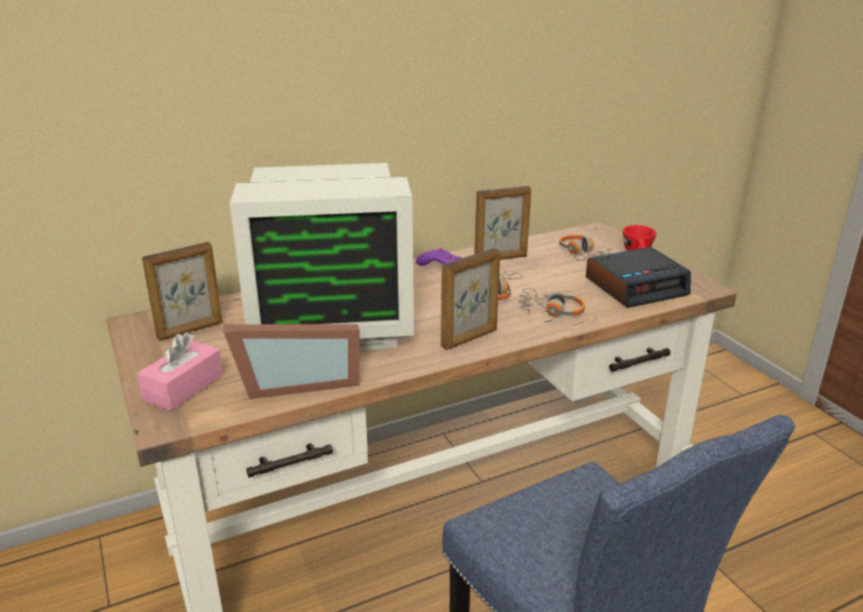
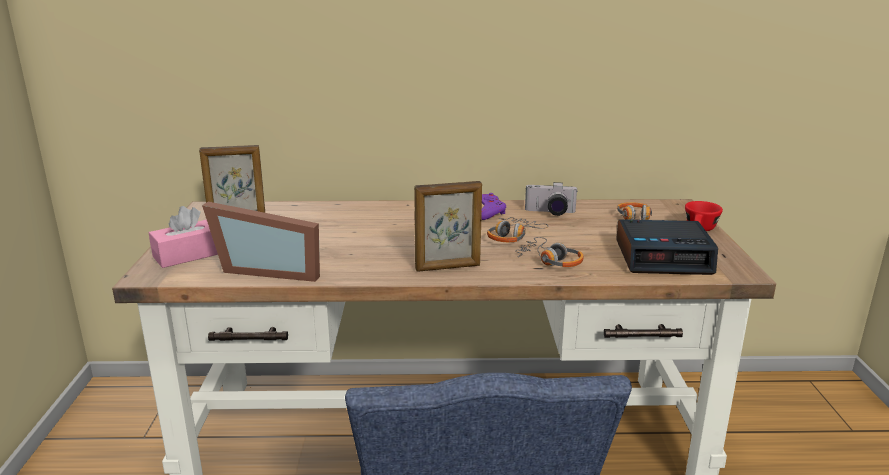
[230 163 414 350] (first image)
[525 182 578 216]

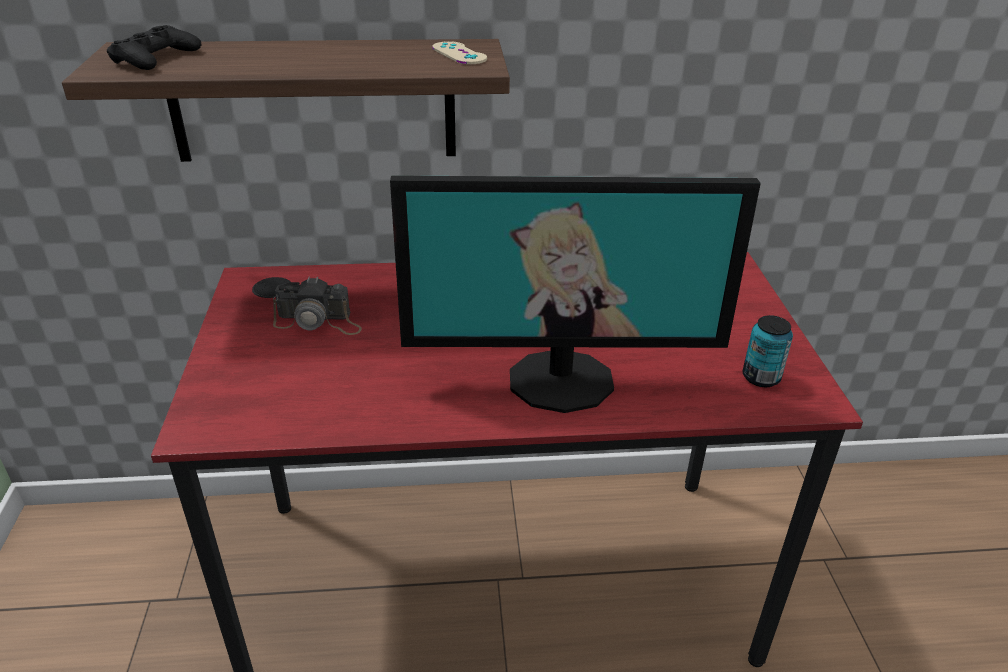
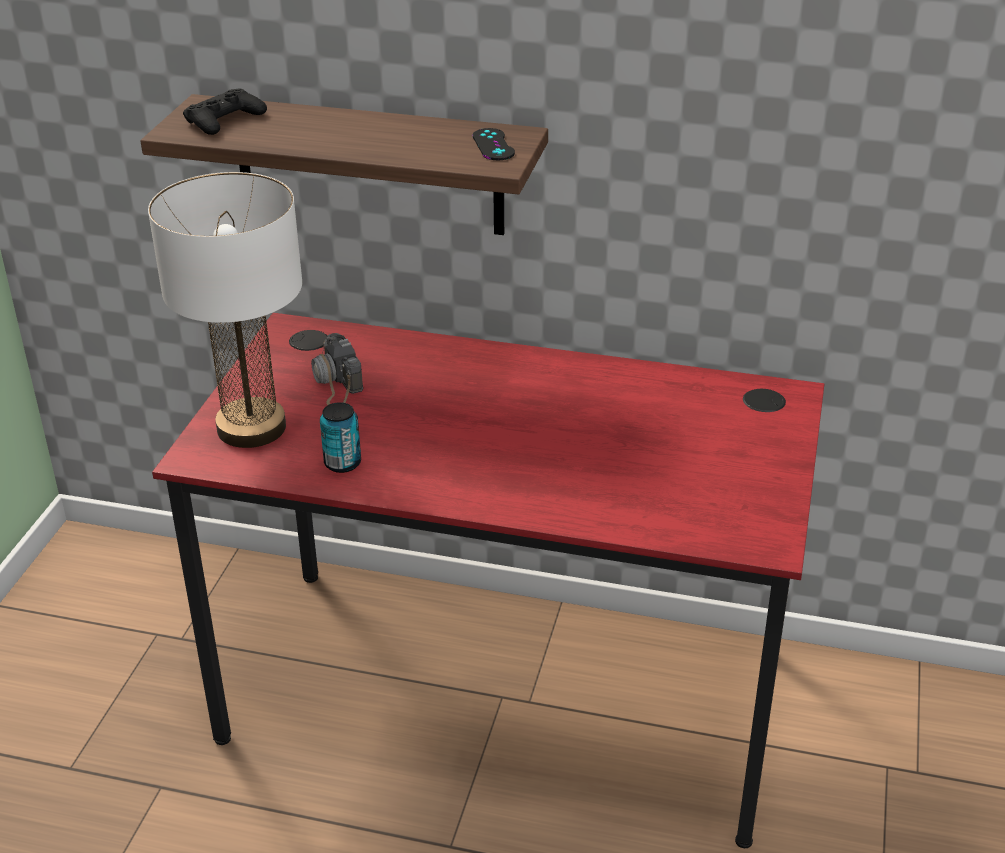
[311 333 363 405]
[390 175 761 413] (first image)
[473 128 515 160]
[320 402 361 473]
[148 172 302 448]

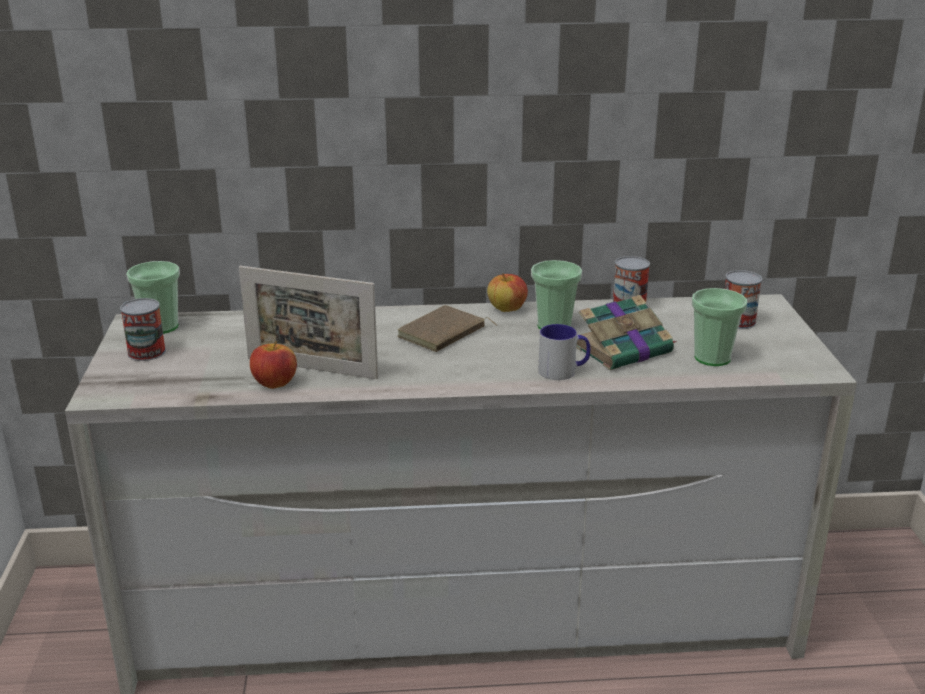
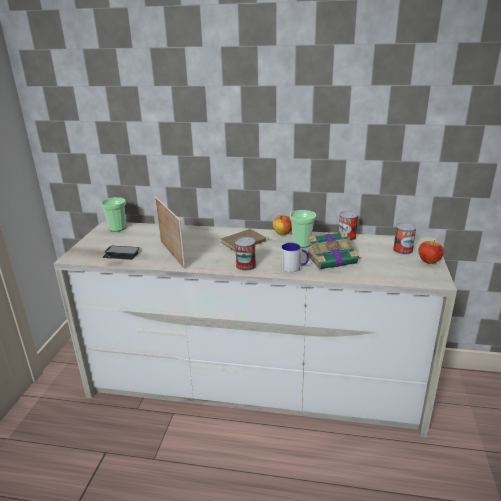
[235 237 256 271]
[155 197 185 269]
[418 240 444 264]
[692 288 747 366] (first image)
[103 246 140 260]

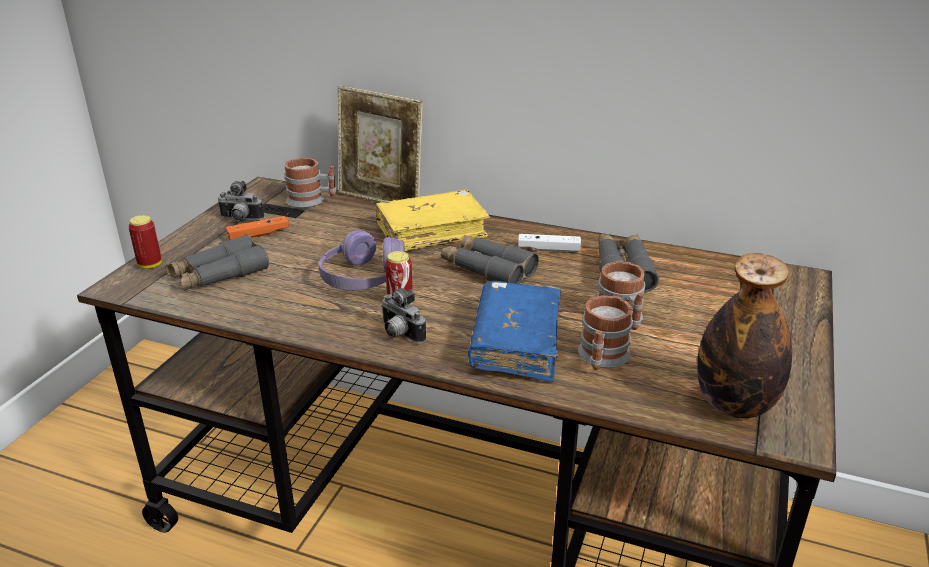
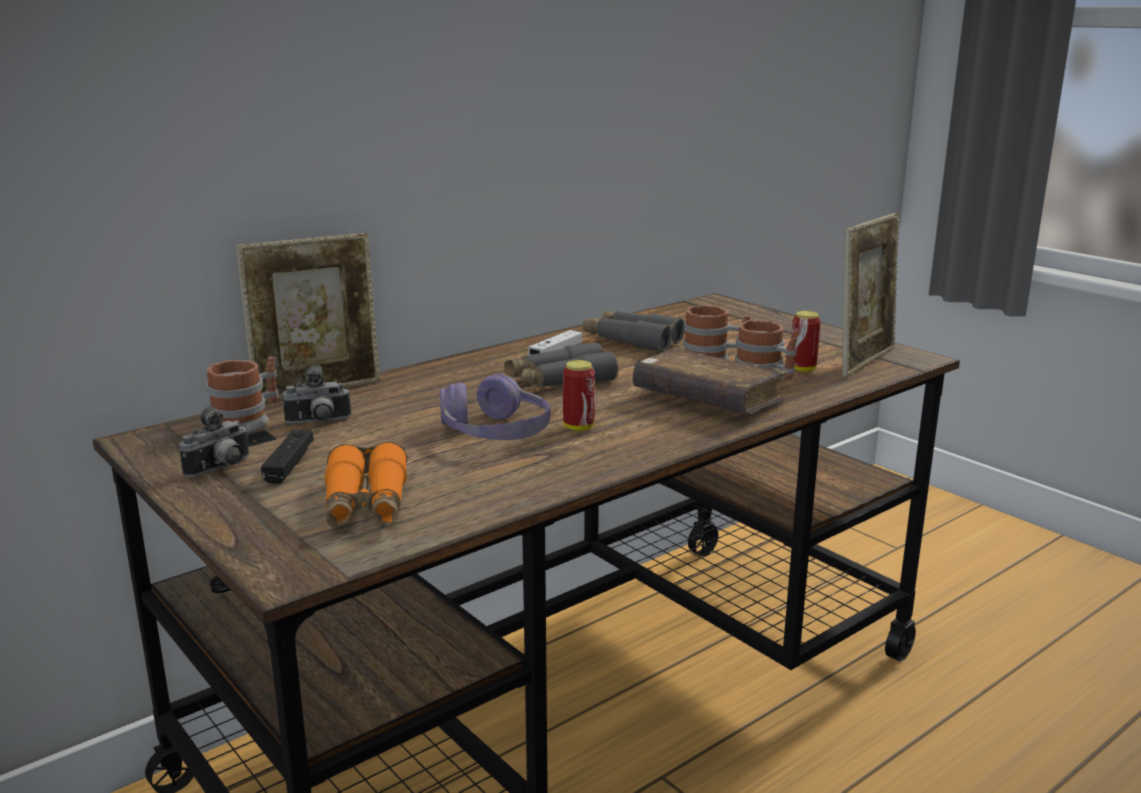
[791 311 821 372]
[325 442 407 527]
[261 430 314 484]
[376 190 490 251] (first image)
[282 365 351 424]
[633 348 788 414]
[842 213 900 377]

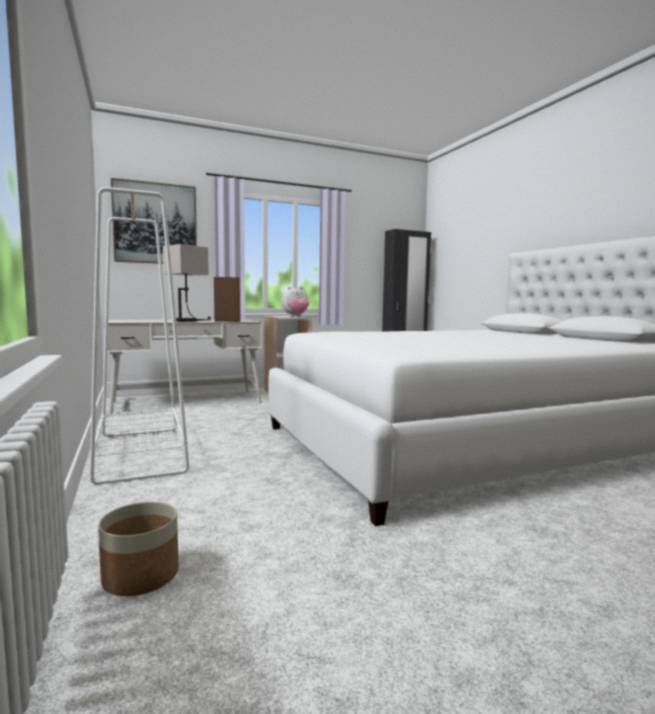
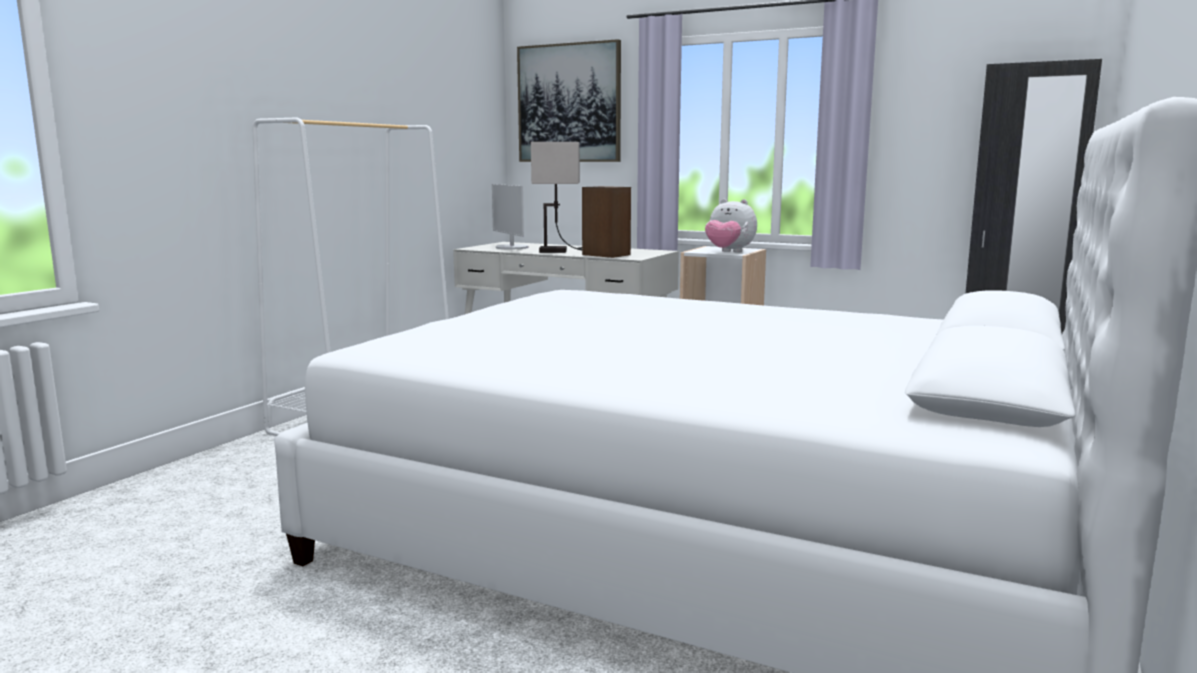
[98 502 179 596] (first image)
[492 184 528 249]

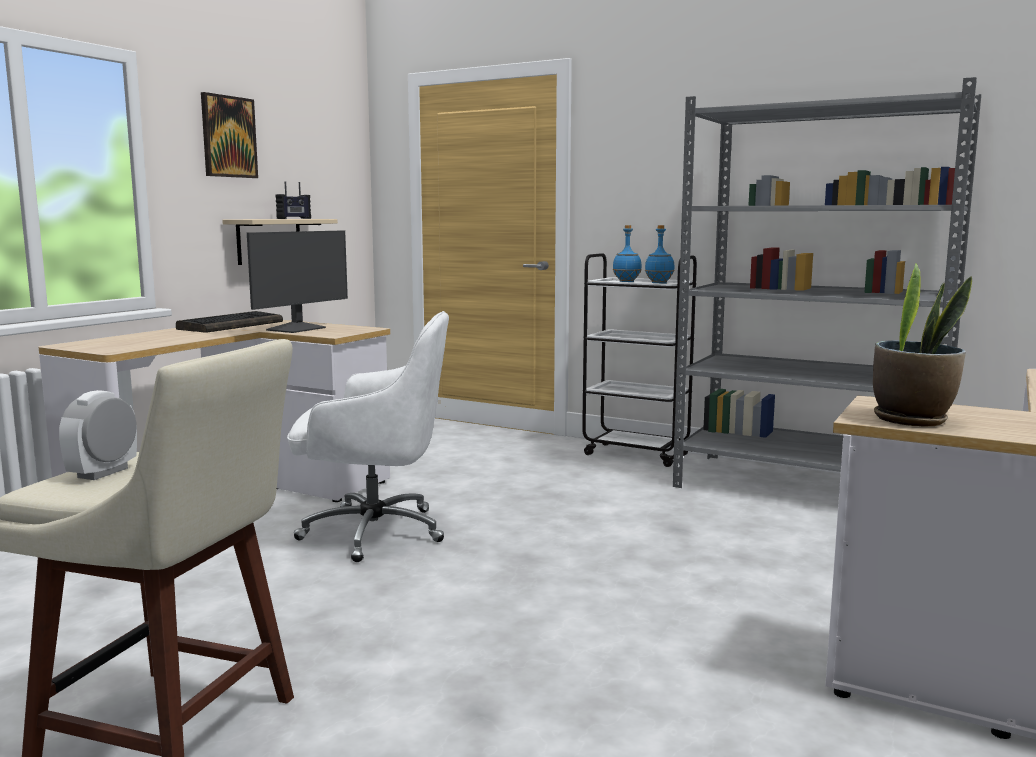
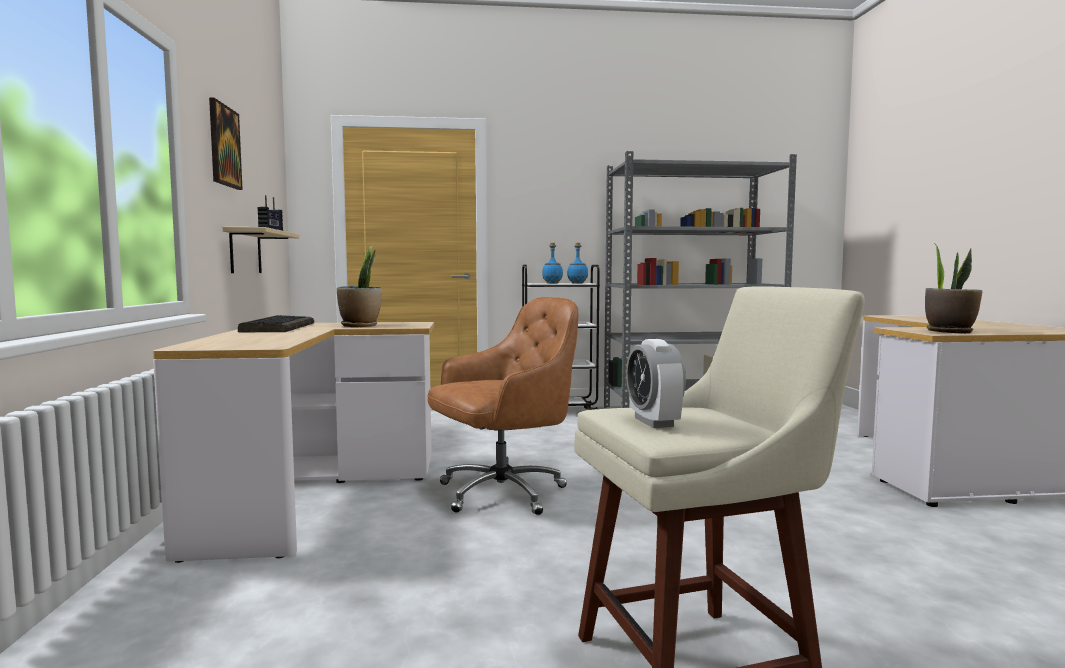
[337 246 382 327]
[427 297 578 515]

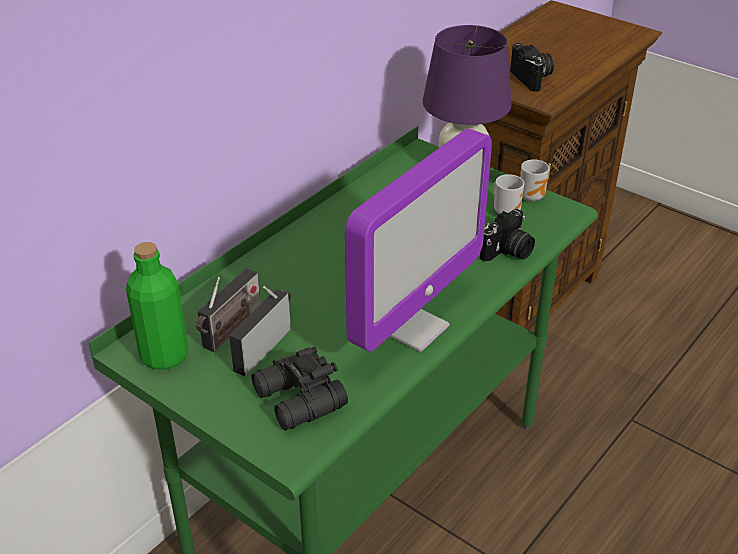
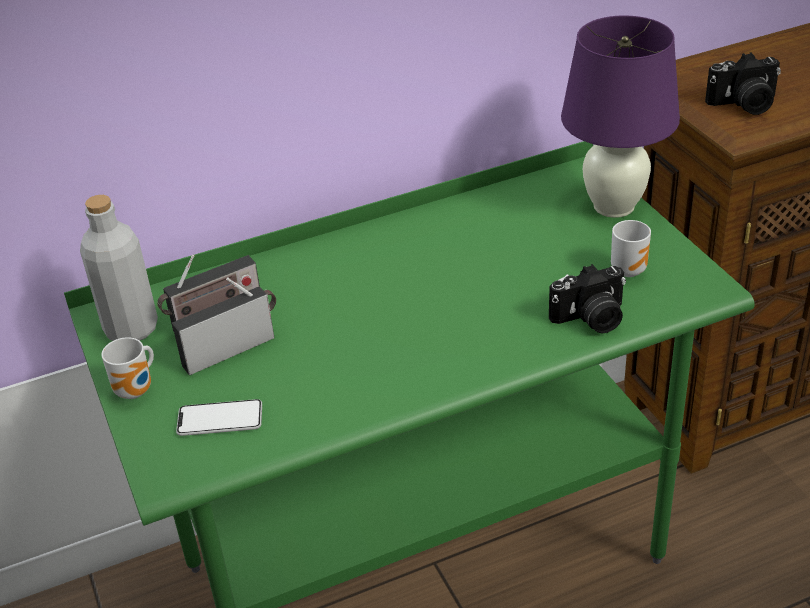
[80 195 158 341]
[176 399 262 436]
[345 128 492 352] (first image)
[705 53 781 115]
[101 337 154 399]

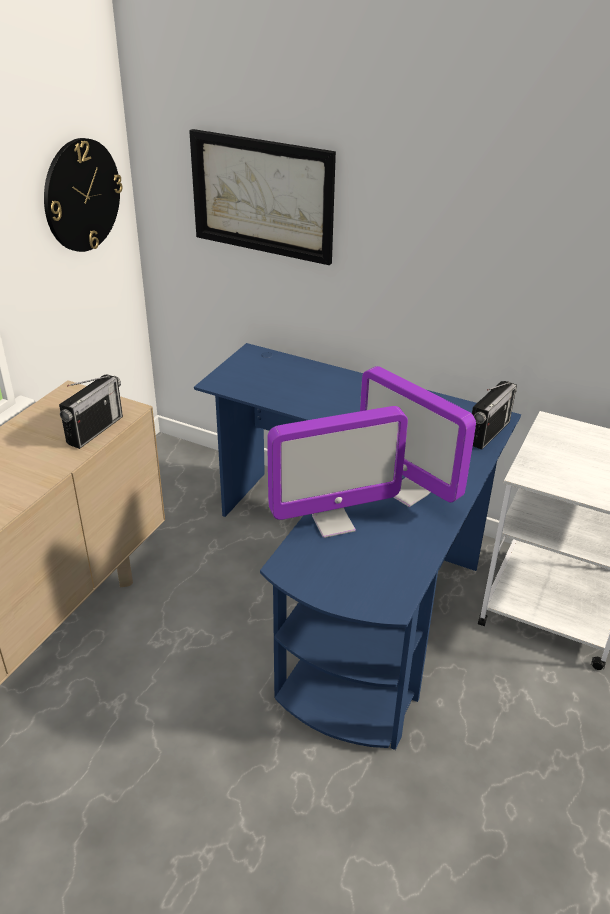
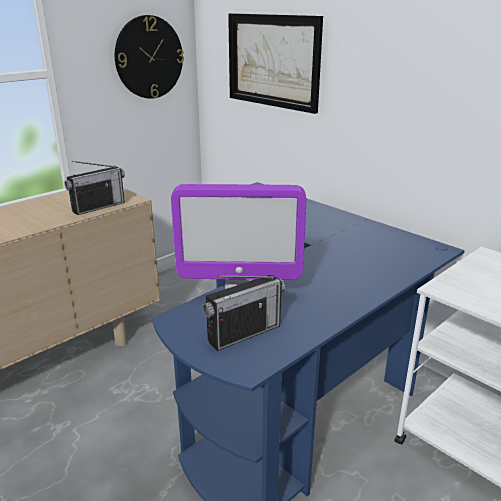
[360 366 476 507] (first image)
[203 275 285 351]

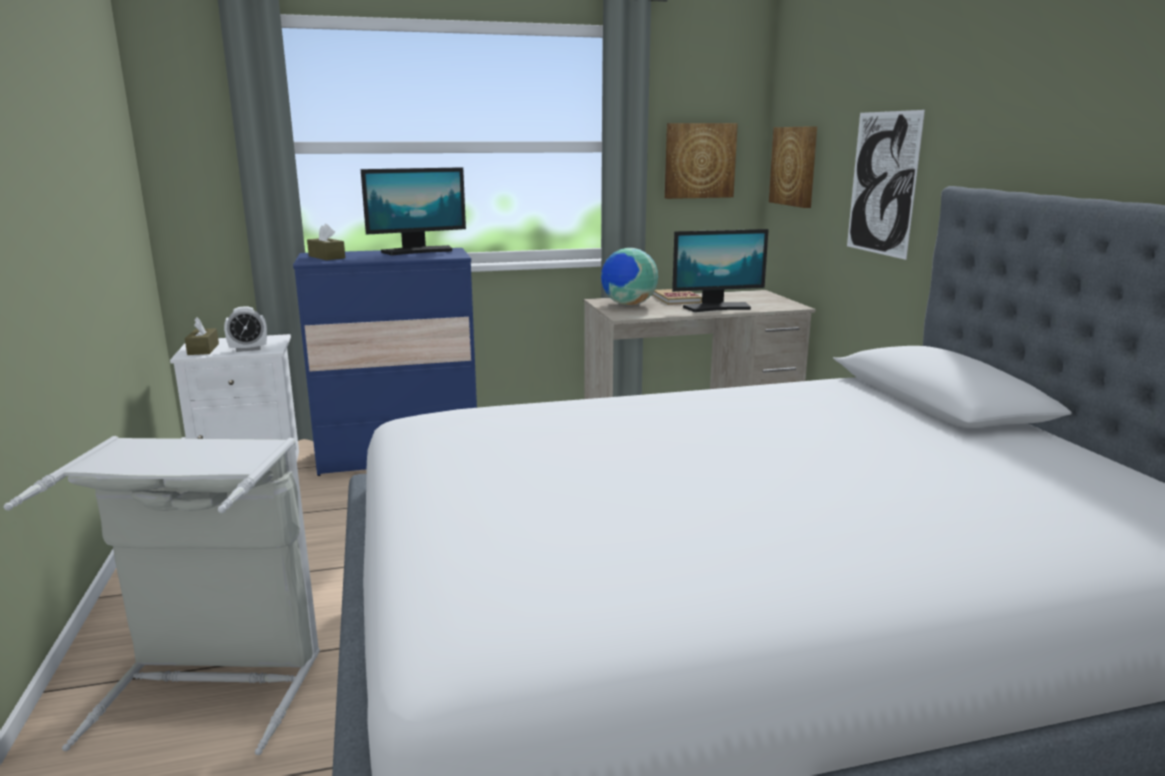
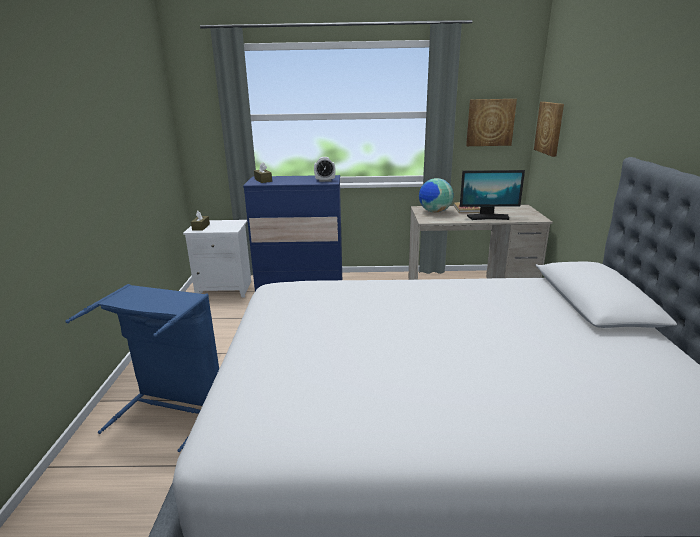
[65 284 219 452]
[314 157 336 182]
[361 167 466 255] (first image)
[847 110 925 260] (first image)

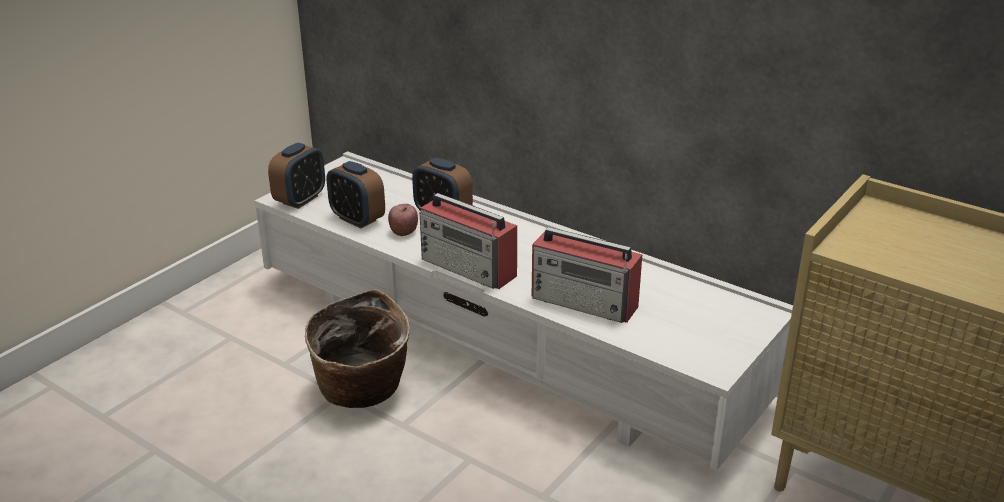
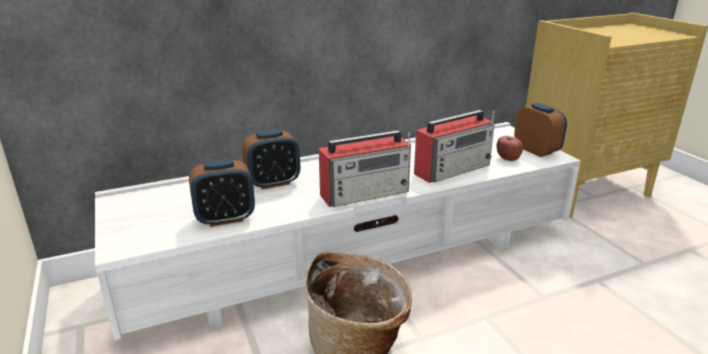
[514 103 567 157]
[496 136 523 161]

